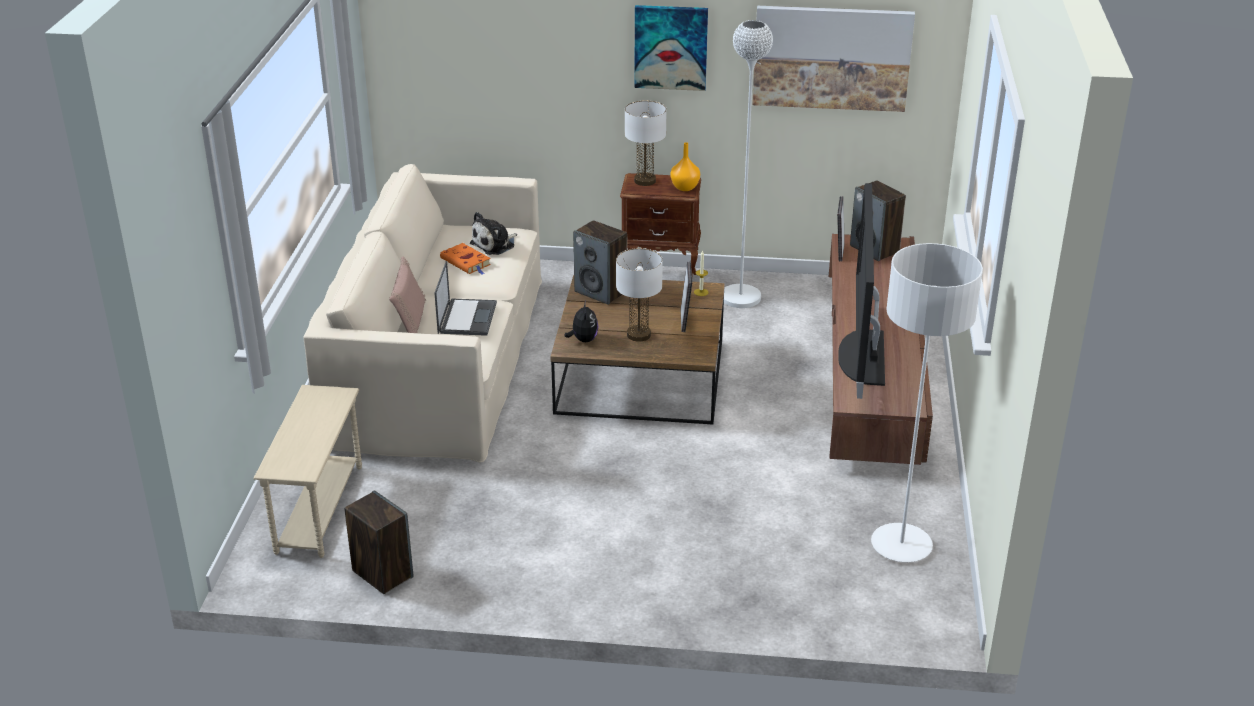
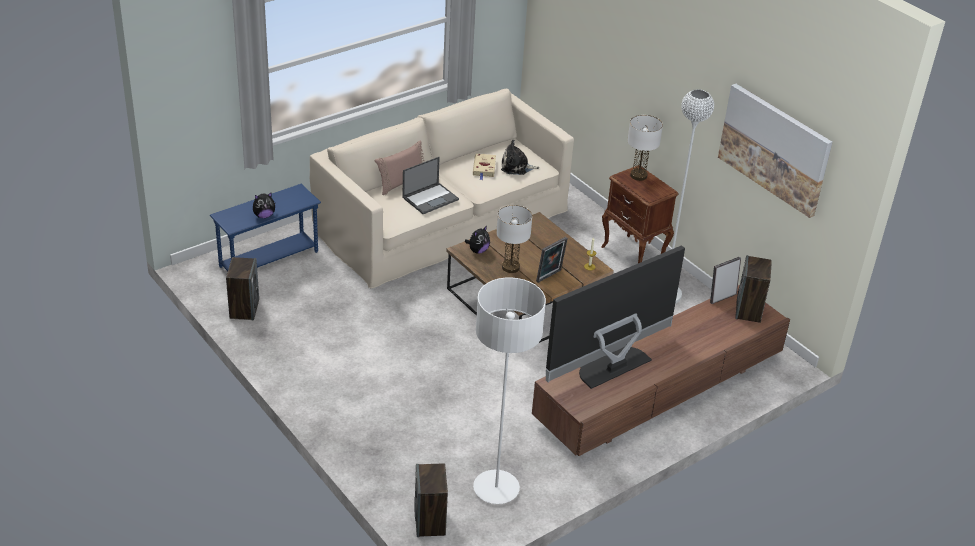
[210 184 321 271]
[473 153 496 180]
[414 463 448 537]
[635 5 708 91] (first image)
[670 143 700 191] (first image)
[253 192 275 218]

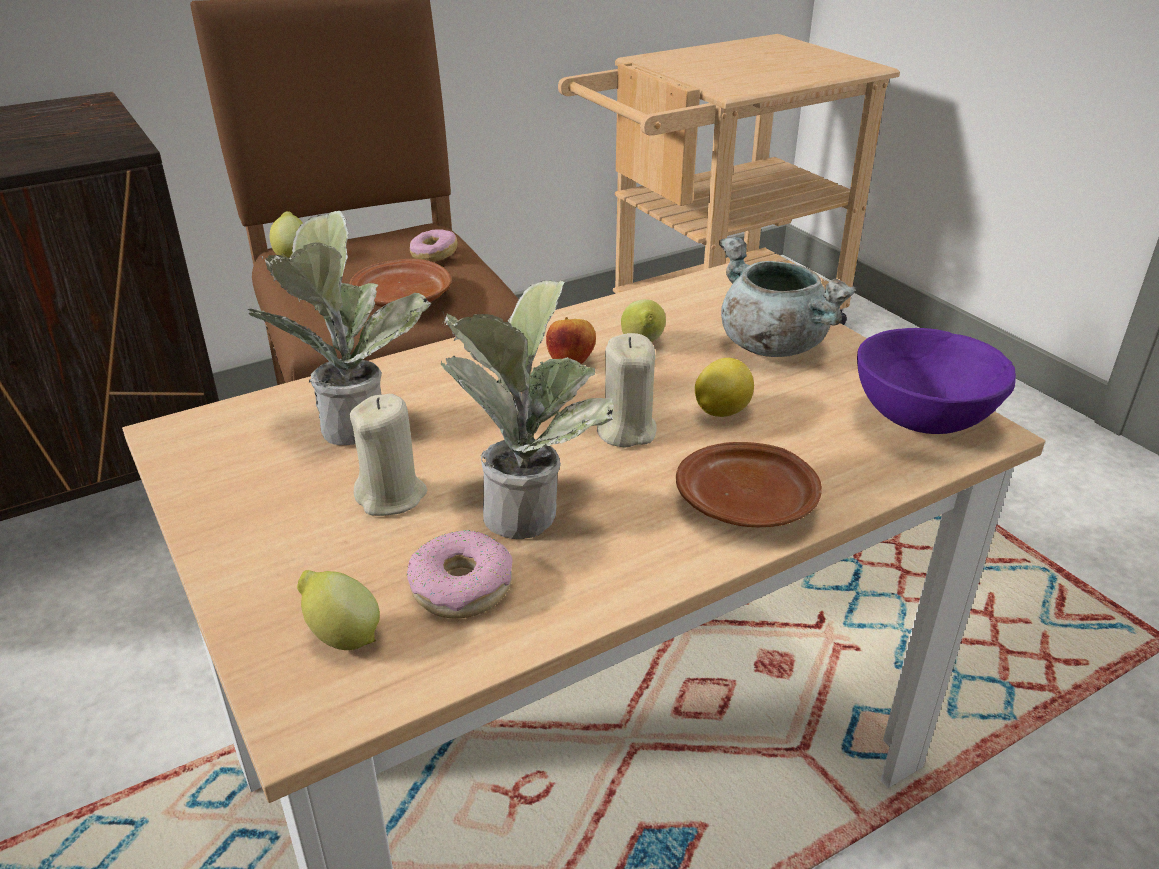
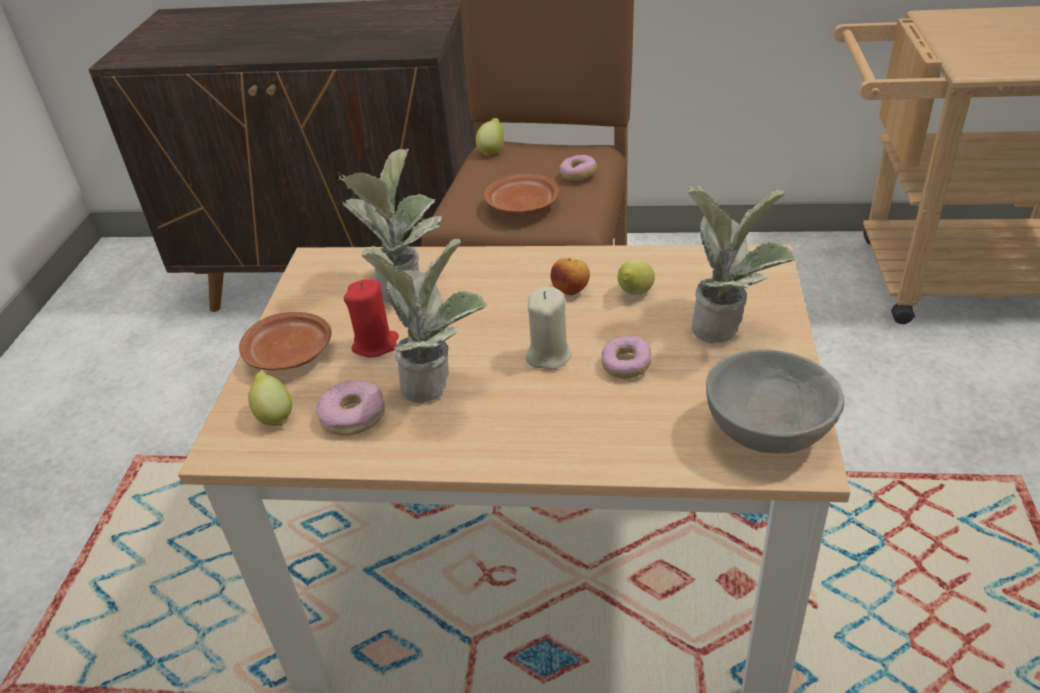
[344 279 399 357]
[239 312 332 370]
[602 337 651 379]
[687 185 796 343]
[706 350 844 454]

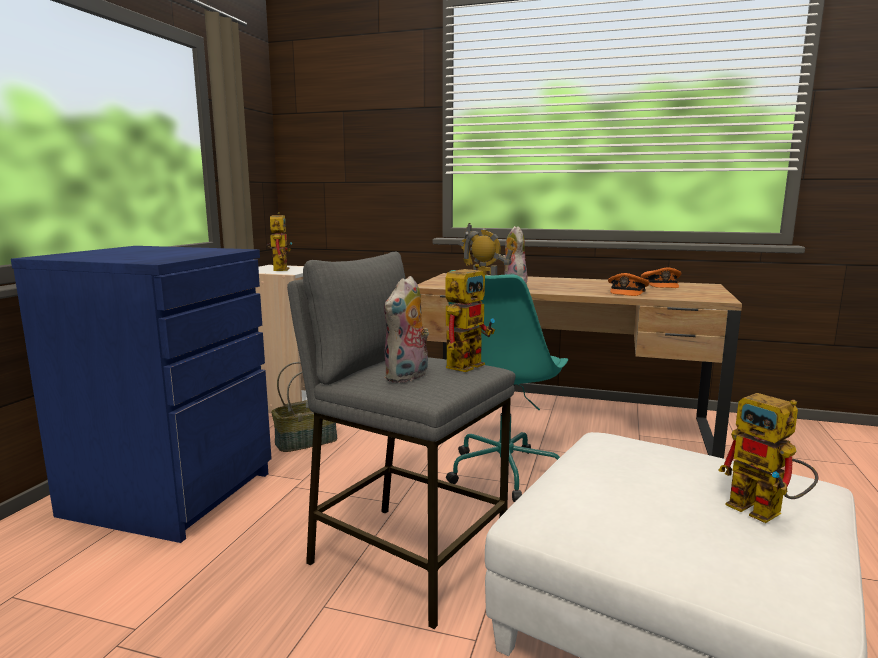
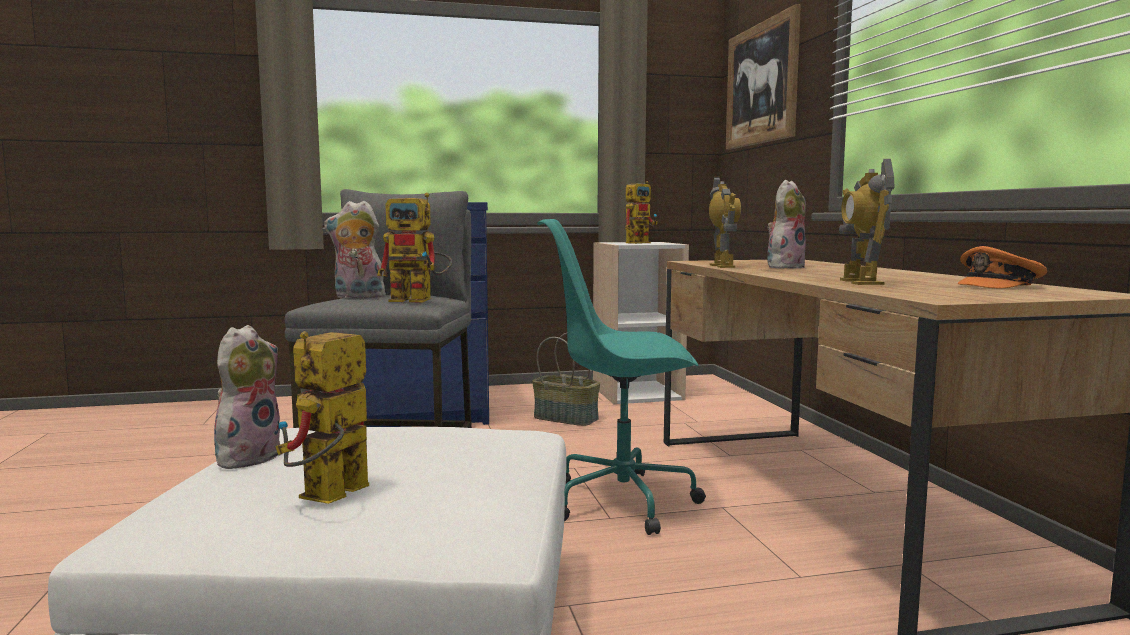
[839 159 894 285]
[214 325 282 469]
[726 4 801 150]

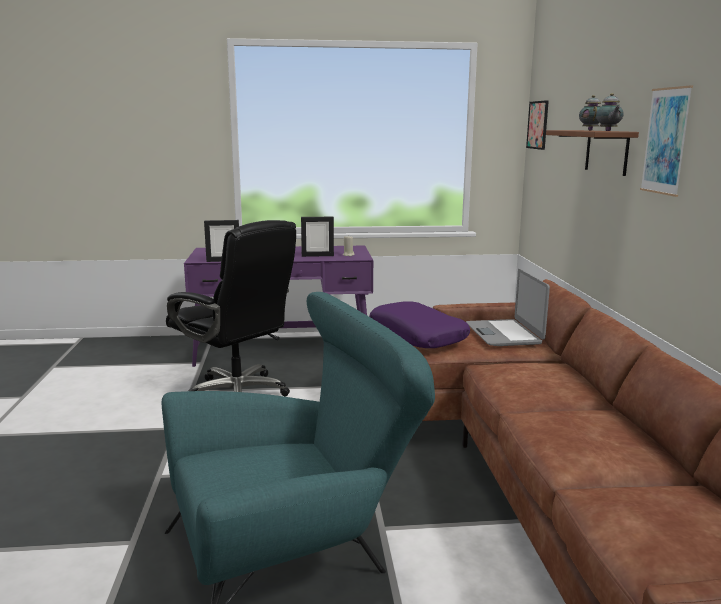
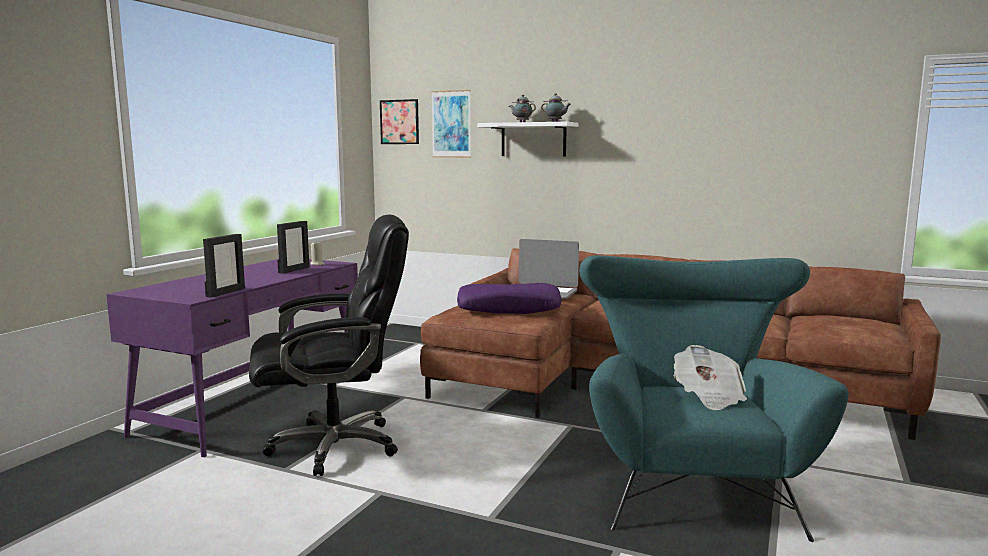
[477 122 578 157]
[431 90 471 158]
[674 345 747 410]

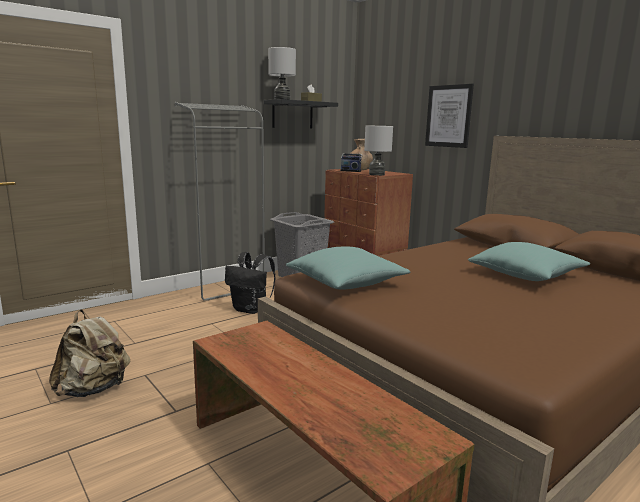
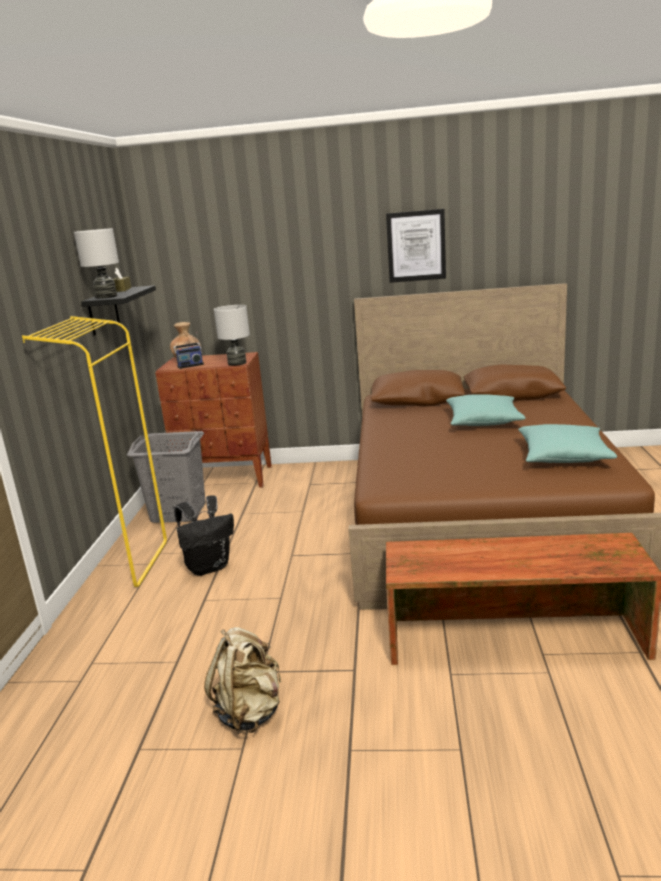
[22 316 167 587]
[518 424 617 463]
[386 209 446 283]

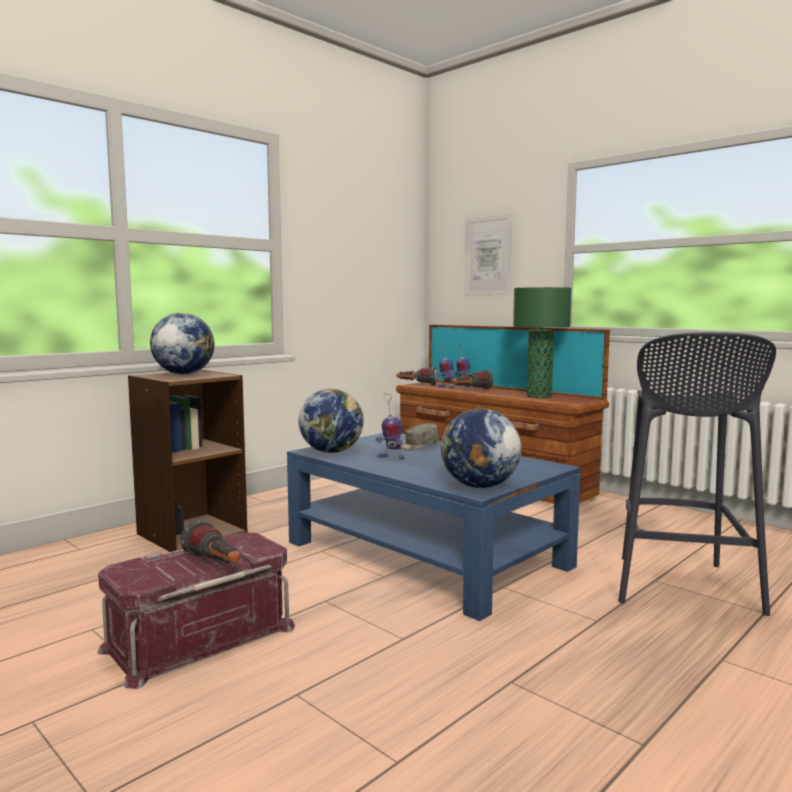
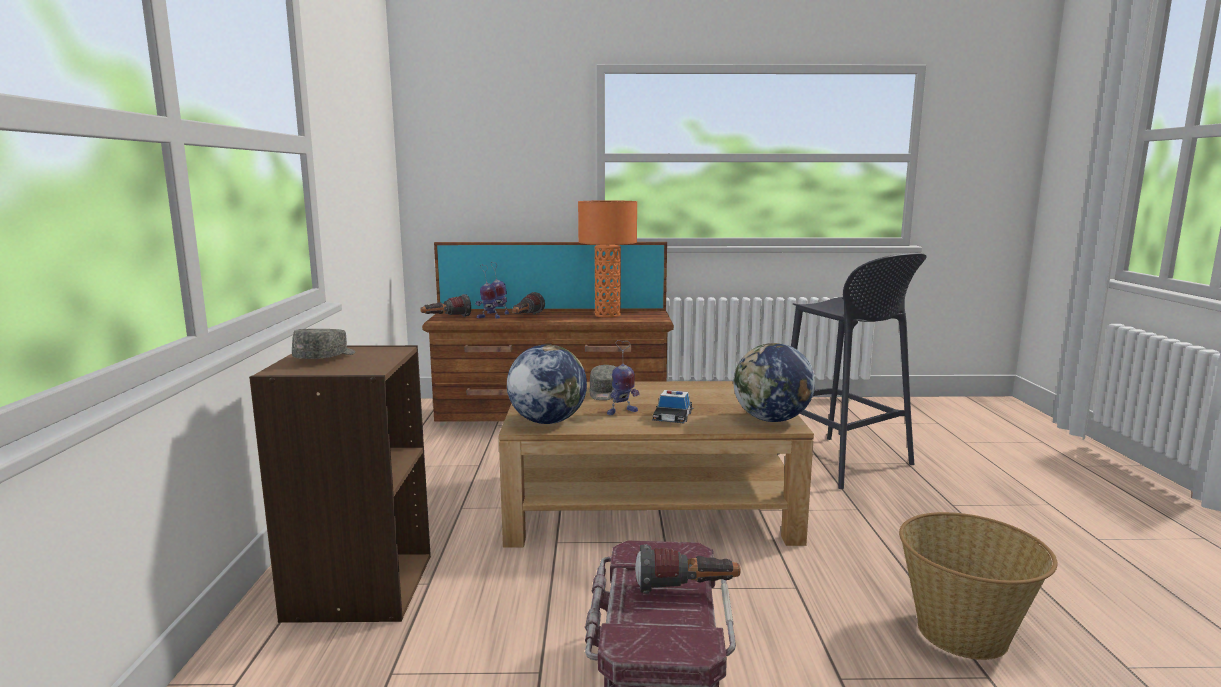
[292 329 355 359]
[499 381 814 548]
[464 214 512 296] (first image)
[578 200 637 318]
[652 390 694 423]
[899 512 1058 660]

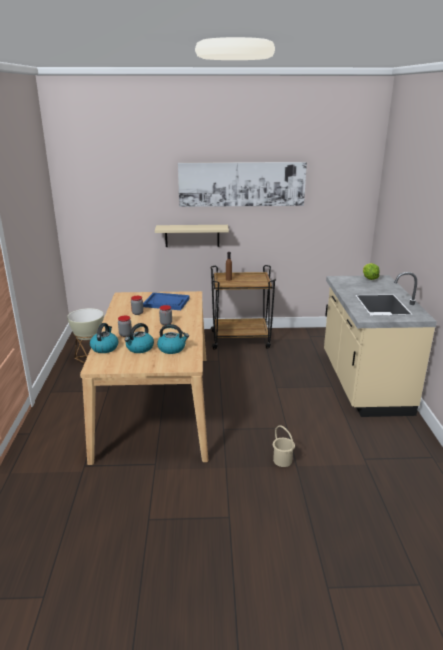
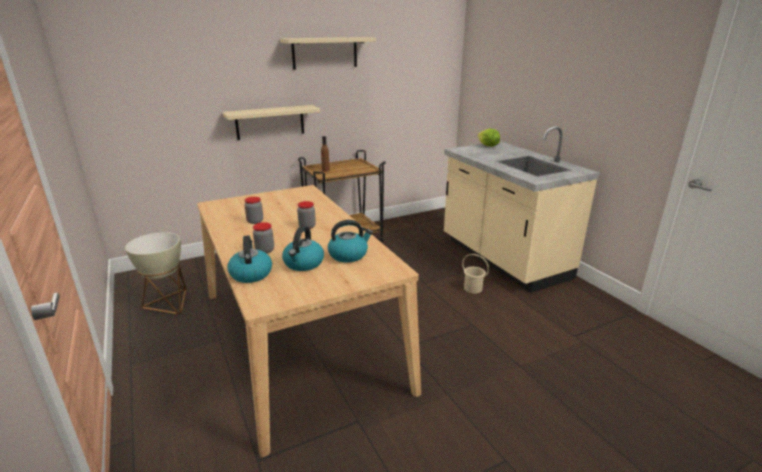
[143 292 190 310] (first image)
[280 37 376 70]
[462 254 489 294]

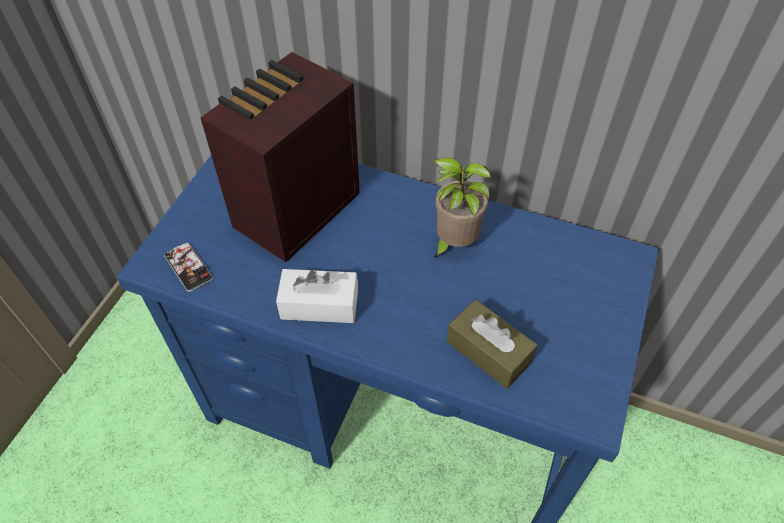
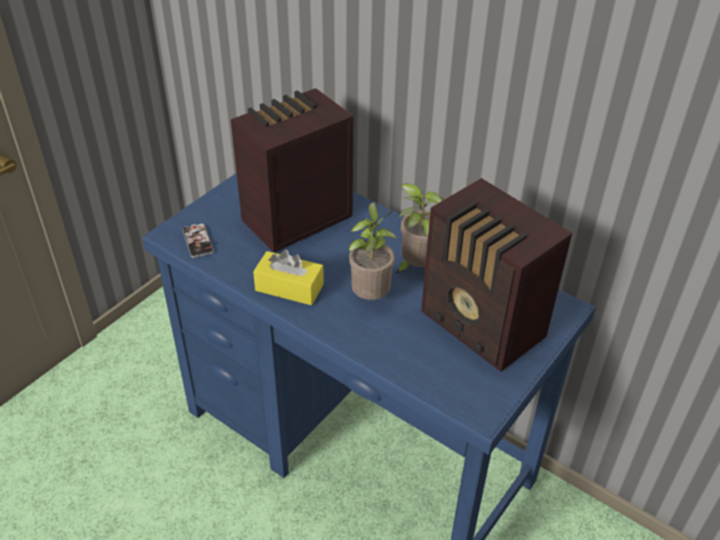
[253 250 324 305]
[447 299 538 389] (first image)
[349 202 397 300]
[421 178 572 372]

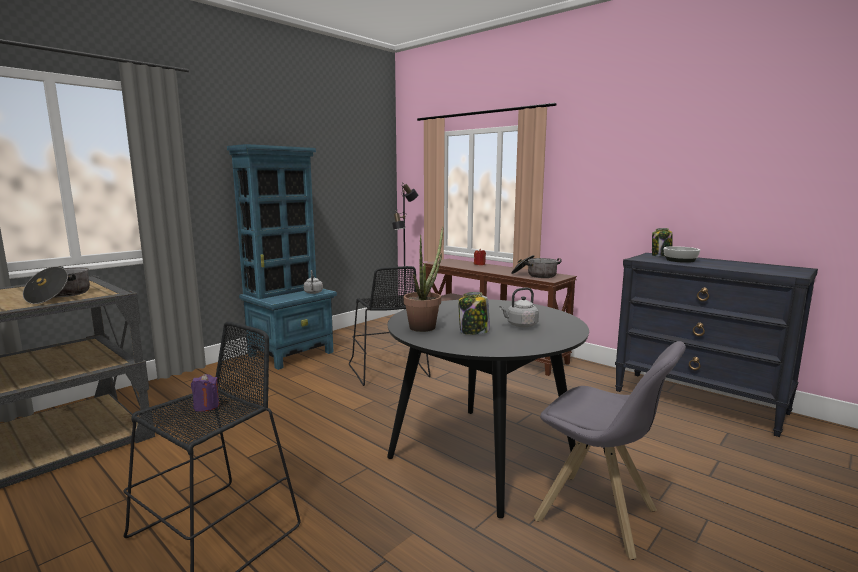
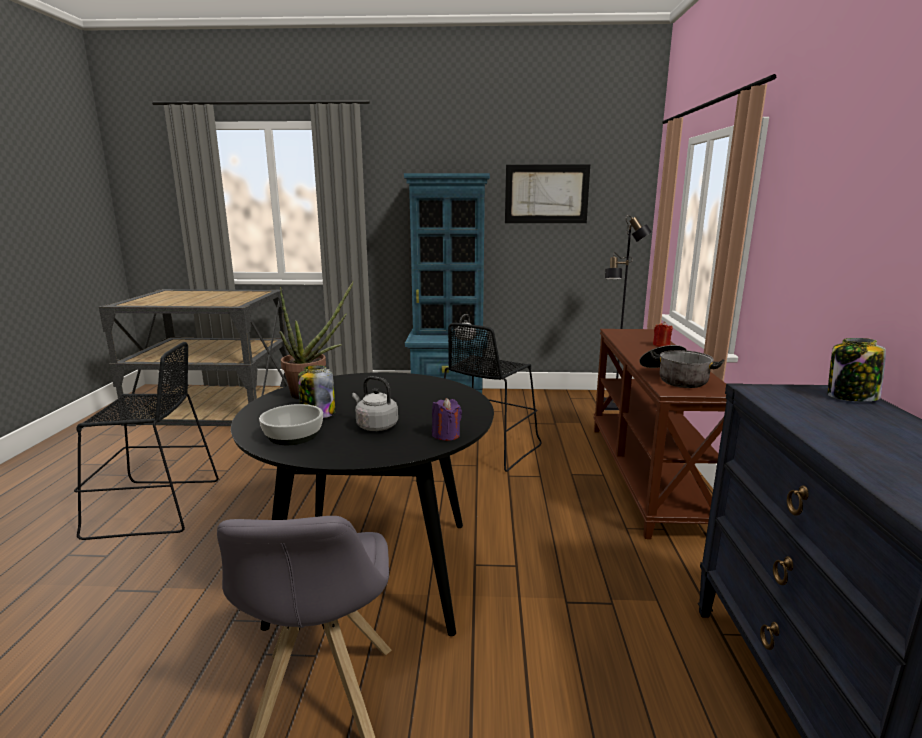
[23 266 90 304] (first image)
[432 398 462 441]
[259 404 323 445]
[505 164 590 223]

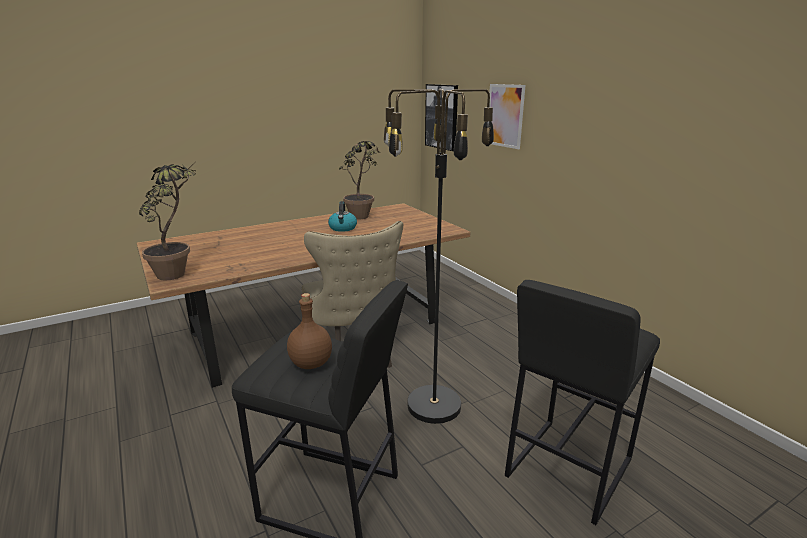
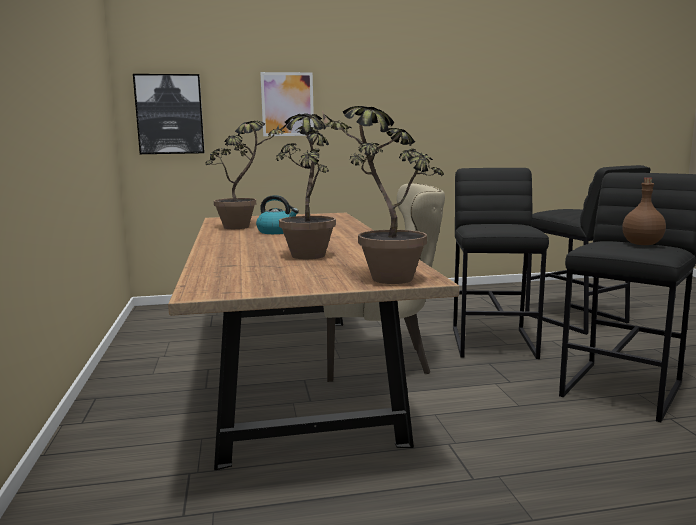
[453 168 549 359]
[276 113 336 259]

